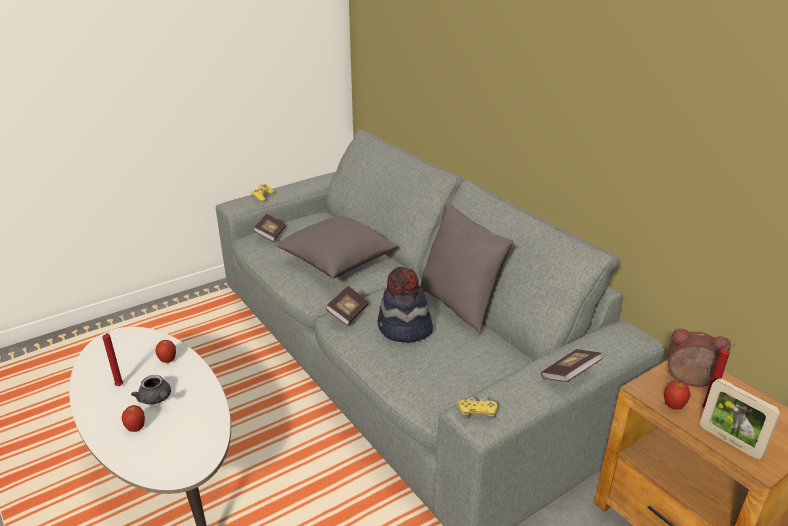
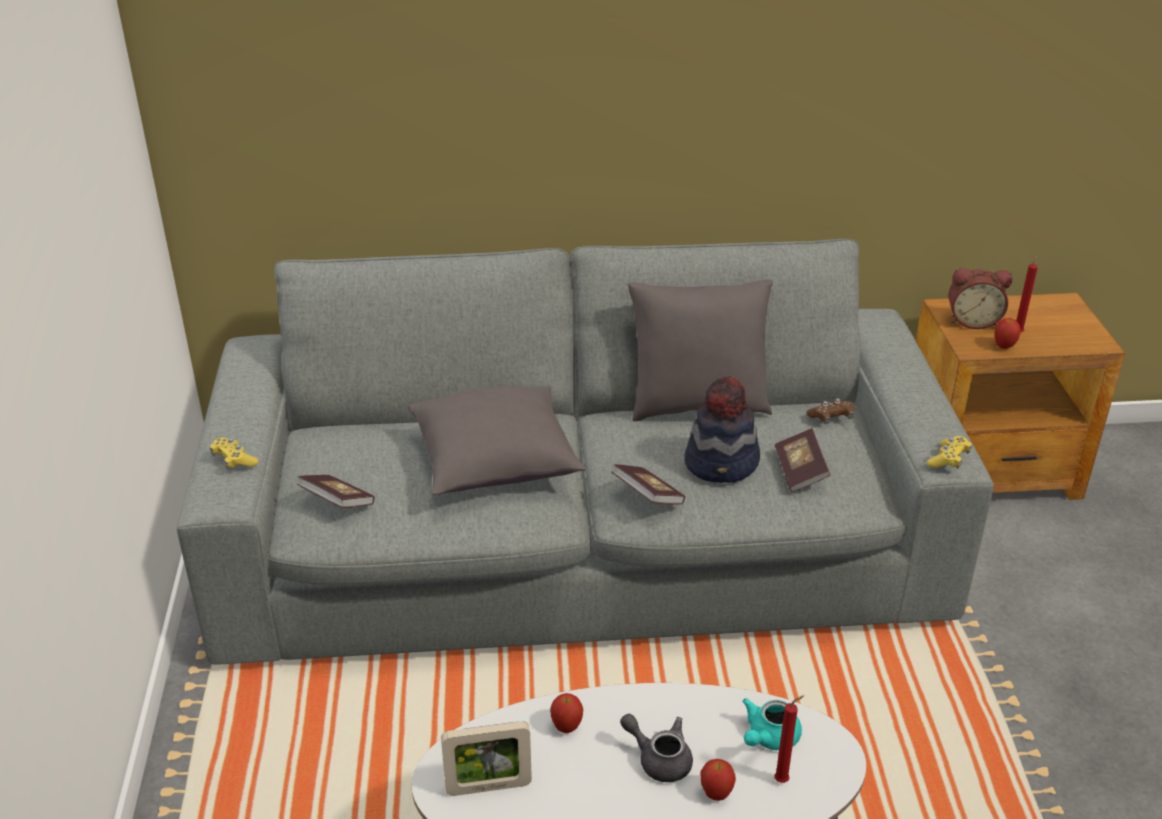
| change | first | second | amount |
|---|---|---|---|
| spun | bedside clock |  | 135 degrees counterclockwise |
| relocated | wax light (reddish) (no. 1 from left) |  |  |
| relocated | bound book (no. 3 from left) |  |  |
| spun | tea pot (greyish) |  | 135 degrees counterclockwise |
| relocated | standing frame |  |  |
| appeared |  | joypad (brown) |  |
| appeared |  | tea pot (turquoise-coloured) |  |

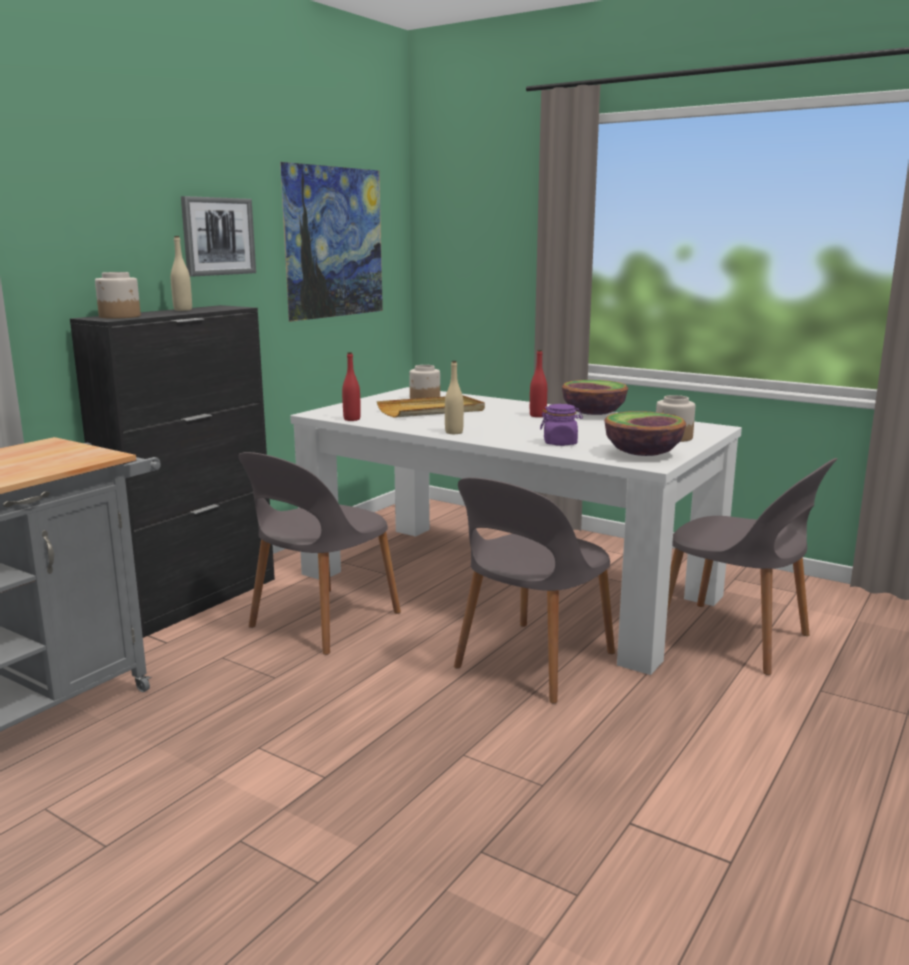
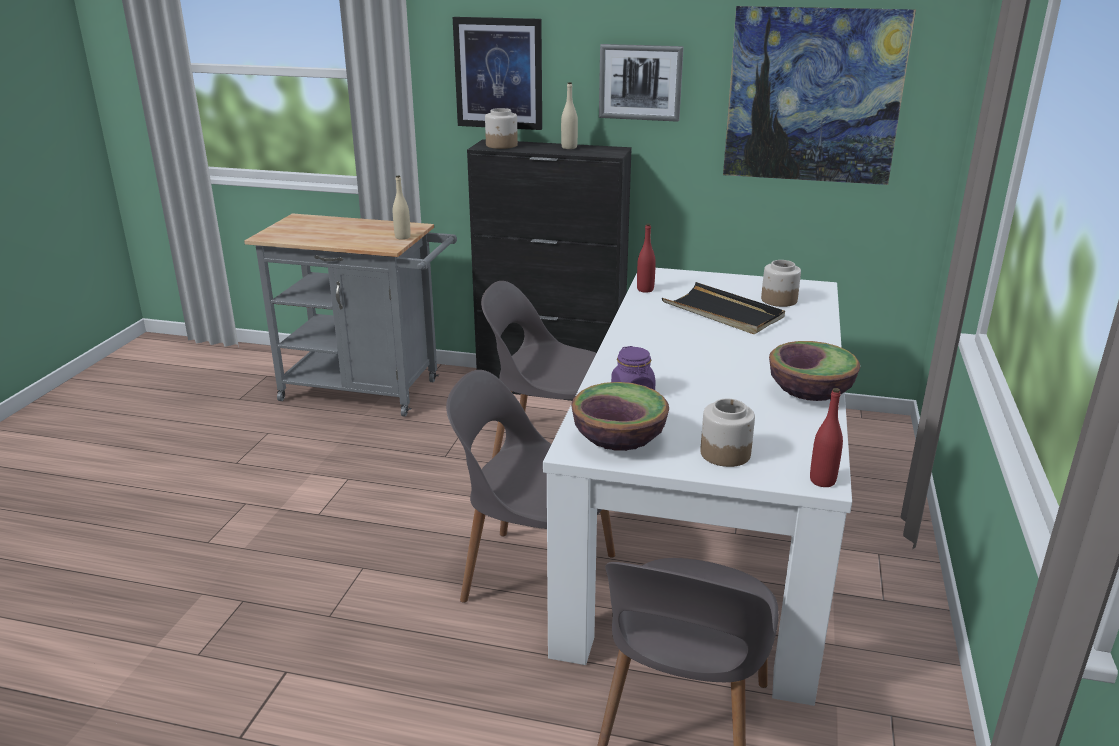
| change | first | second | amount |
|---|---|---|---|
| relocated | beverage bottle (reddish) (no. 2 from left) |  |  |
| relocated | beverage bottle (sand-coloured) (no. 2 from left in the first image) | beverage bottle (sand-coloured) (no. 1 from left) |  |
| colour | tray (sand-coloured) | tray (black-coloured) |  |
| appeared |  | wall art (no. 1 from left) |  |

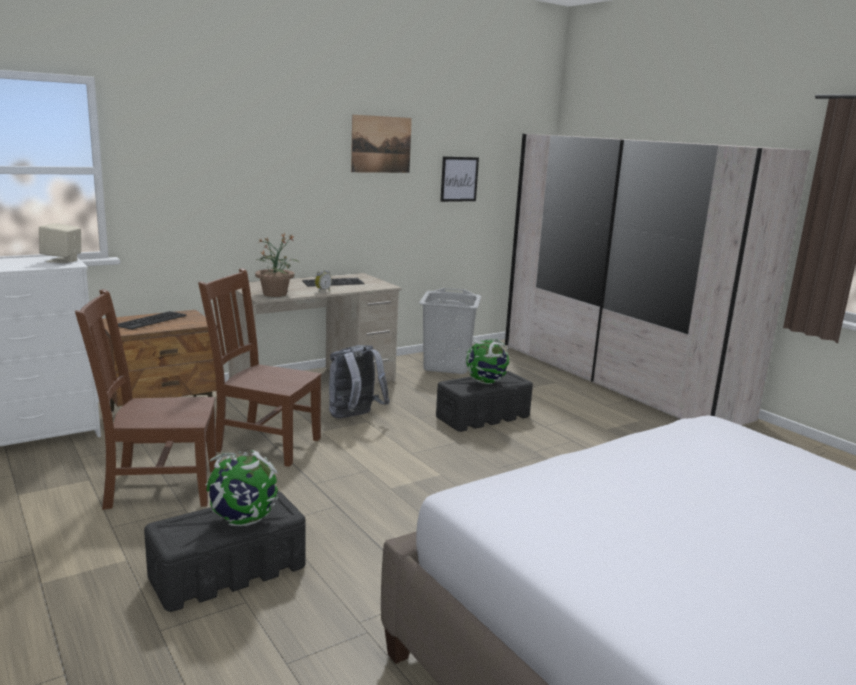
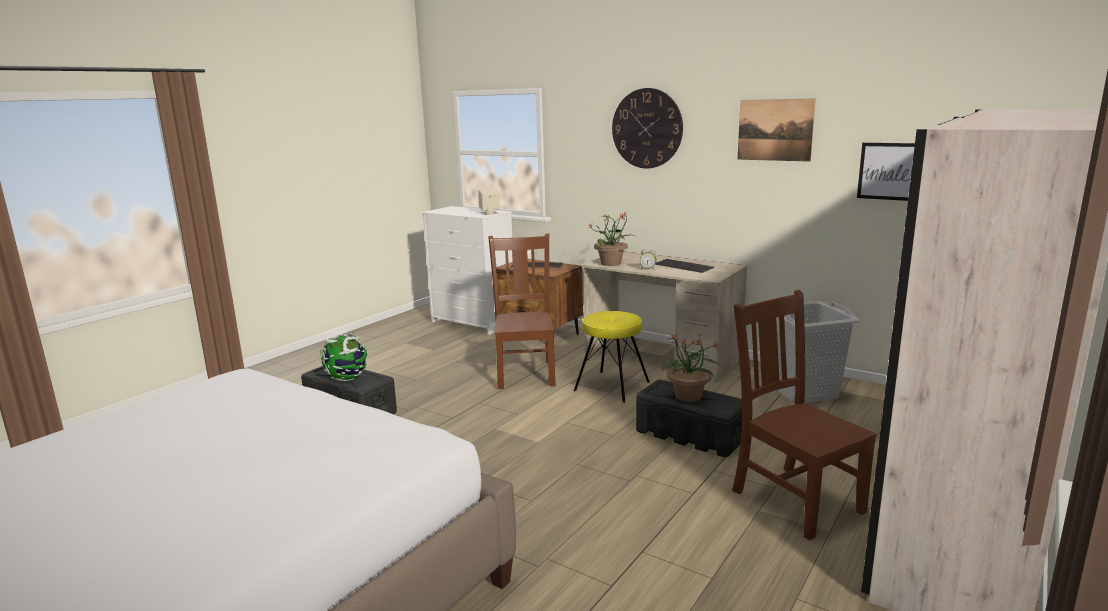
| change | first | second | amount |
|---|---|---|---|
| relocated | plain chair (brown) (no. 1 from left in the first image) | plain chair (brown) (no. 2 from left) |  |
| exchanged | world globe (no. 2 from left) | houseplant (no. 2 from left) |  |
| exchanged | backpack (greyish) | stool (yellow) |  |
| appeared |  | clock on the wall |  |

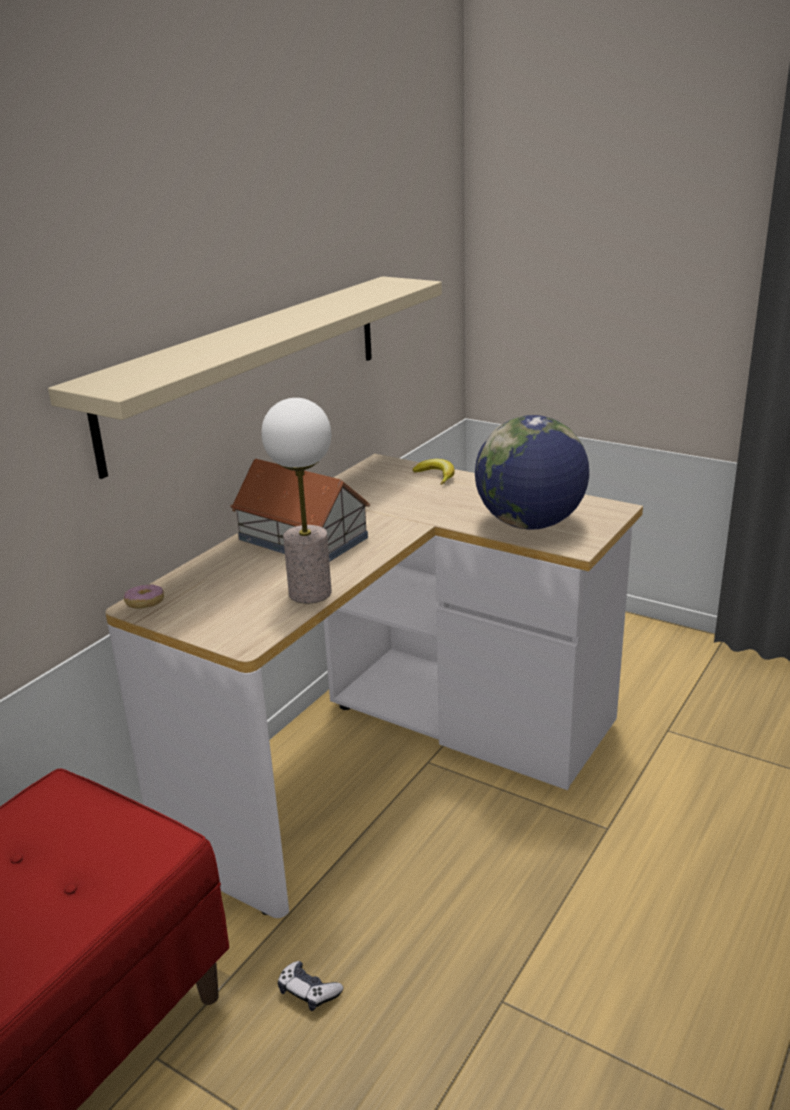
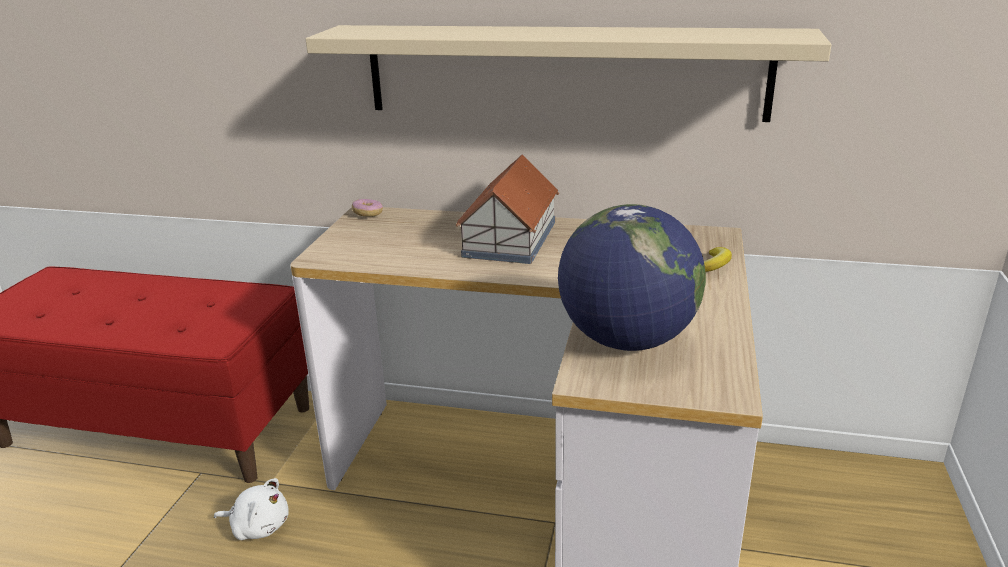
| change | first | second | amount |
|---|---|---|---|
| missing | lamp for a table |  |  |
| exchanged | joypad | soft toy (white) |  |

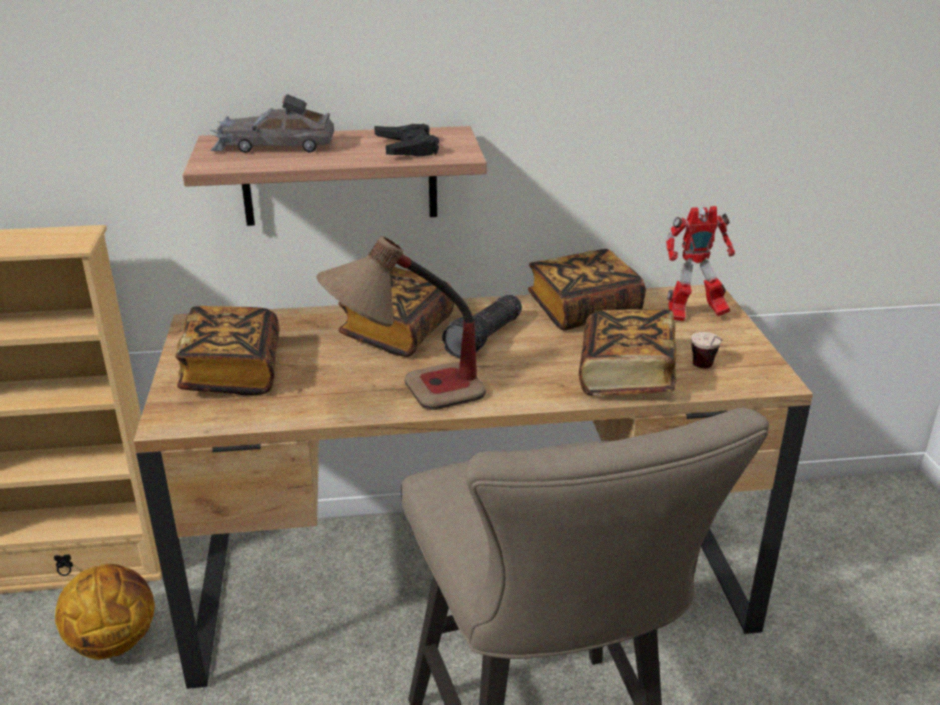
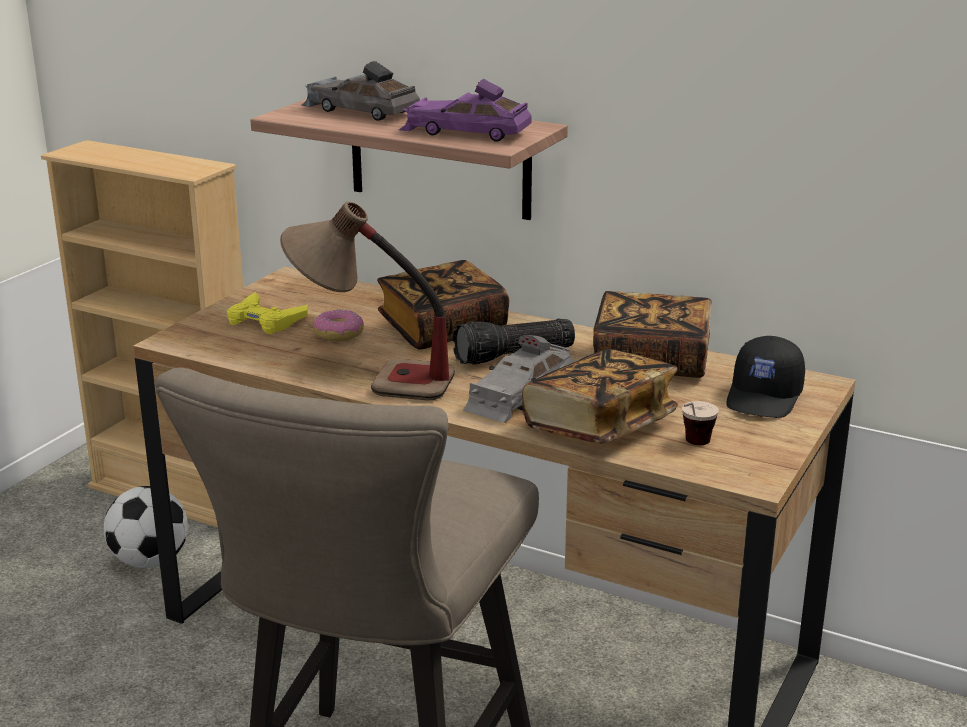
| change | first | second | amount |
|---|---|---|---|
| exchanged | joypad (black-coloured) | miniature car (purplish) |  |
| exchanged | model robot | peaked cap (black-coloured) |  |
| exchanged | bound book (no. 1 from left) | joypad (yellow) |  |
| exchanged | basketball | ball for football |  |
| appeared |  | doughnut |  |
| appeared |  | miniature car (greyish) (no. 2 from left) |  |

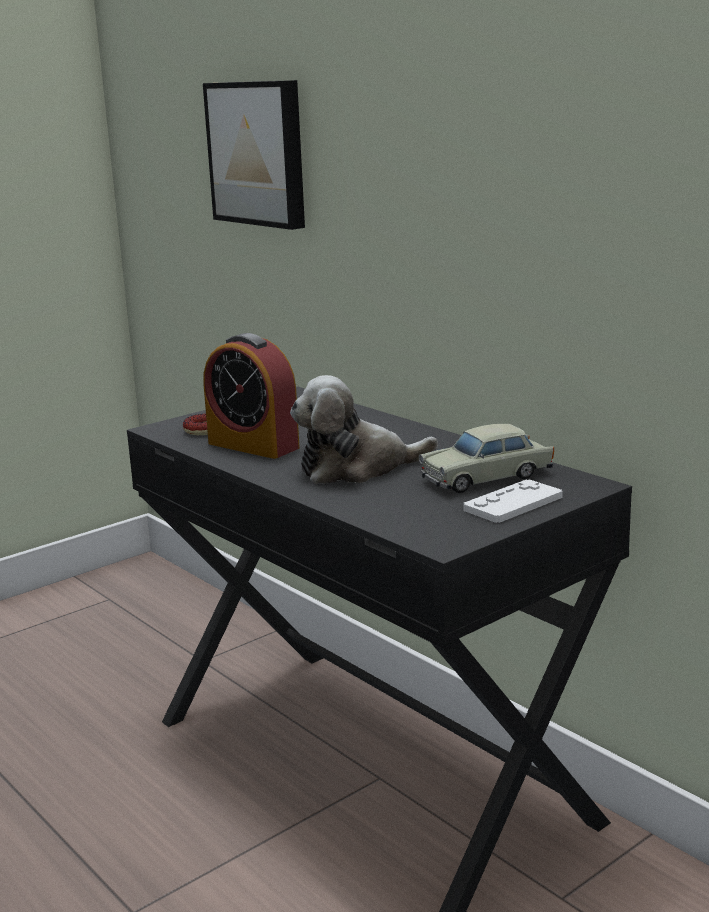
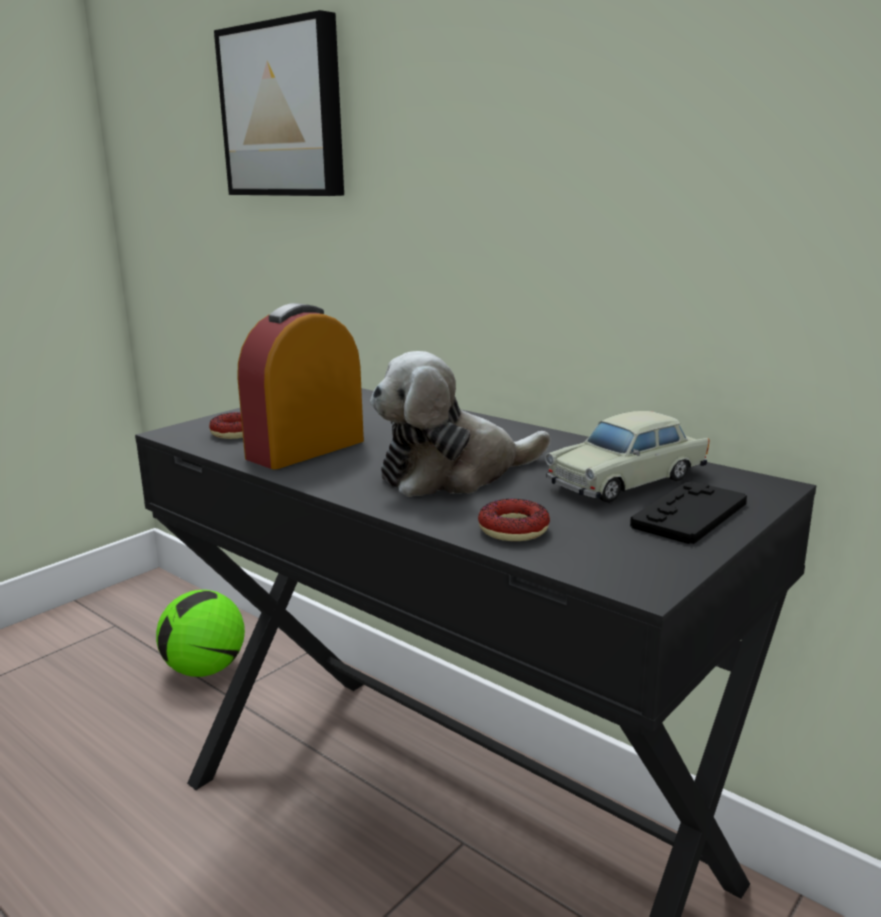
| change | first | second | amount |
|---|---|---|---|
| spun | bedside clock |  | 105 degrees clockwise |
| colour | joypad (white) | joypad (black-coloured) |  |
| appeared |  | doughnut (no. 2 from left) |  |
| appeared |  | ball for football |  |

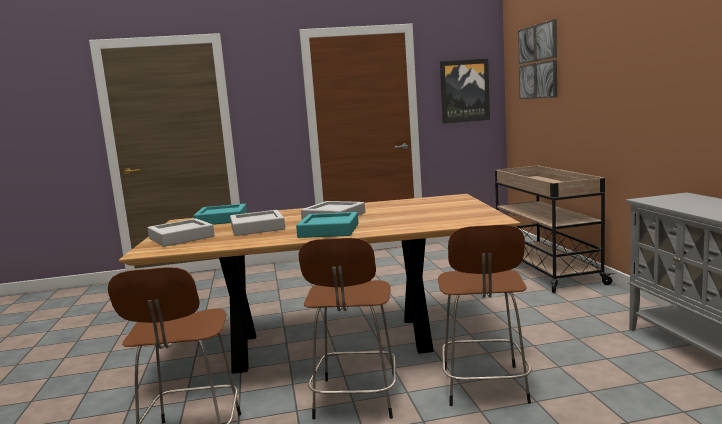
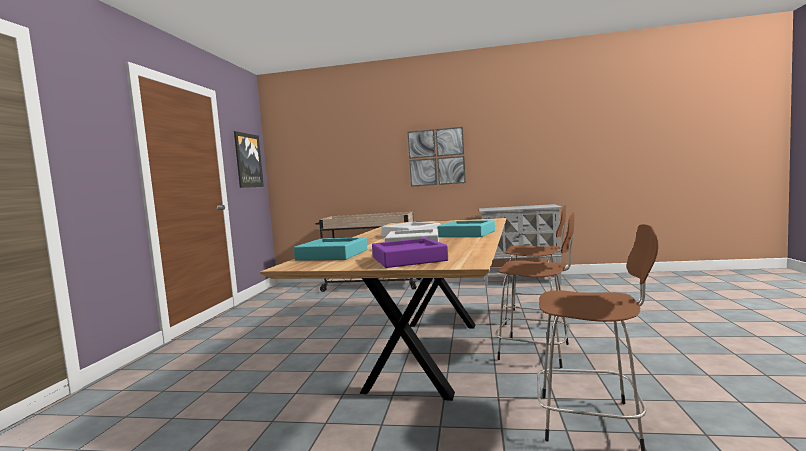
| change | first | second | amount |
|---|---|---|---|
| relocated | wall art (no. 2 from left) |  |  |
| colour | tray (greyish) (no. 1 from left) | tray (purplish) |  |

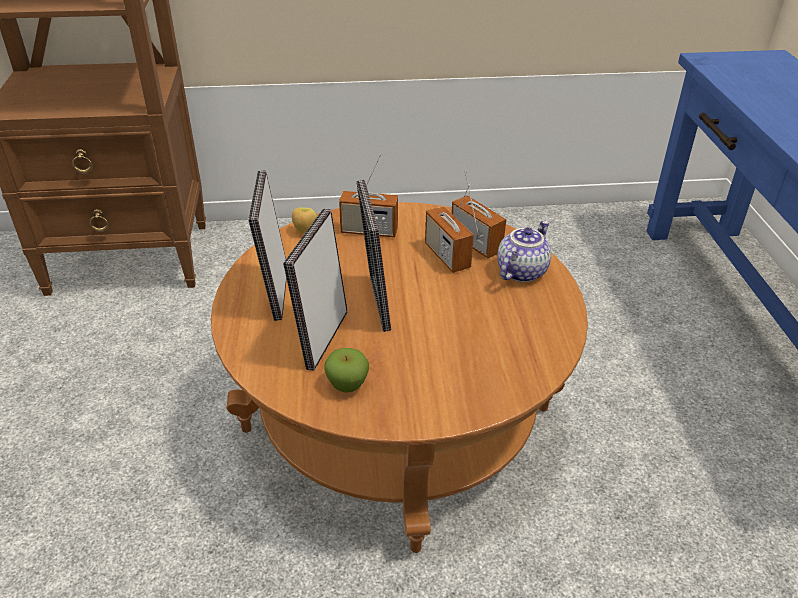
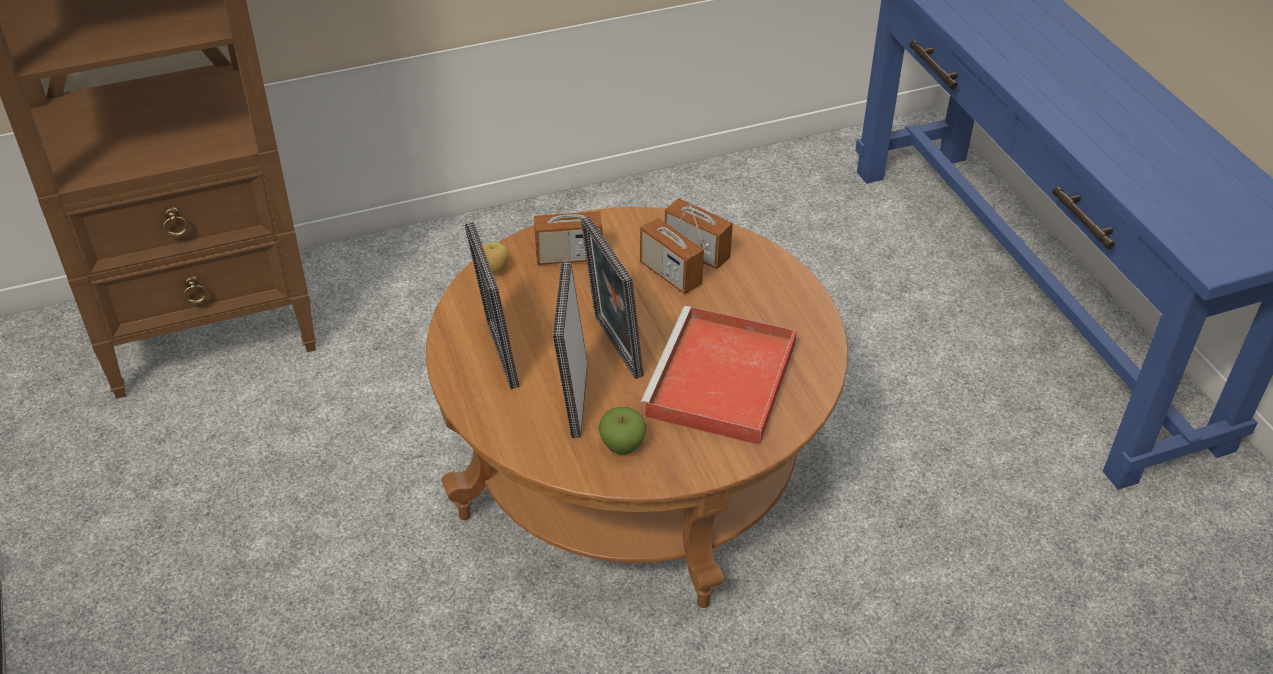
| change | first | second | amount |
|---|---|---|---|
| missing | tea pot |  |  |
| appeared |  | tray (reddish) |  |

